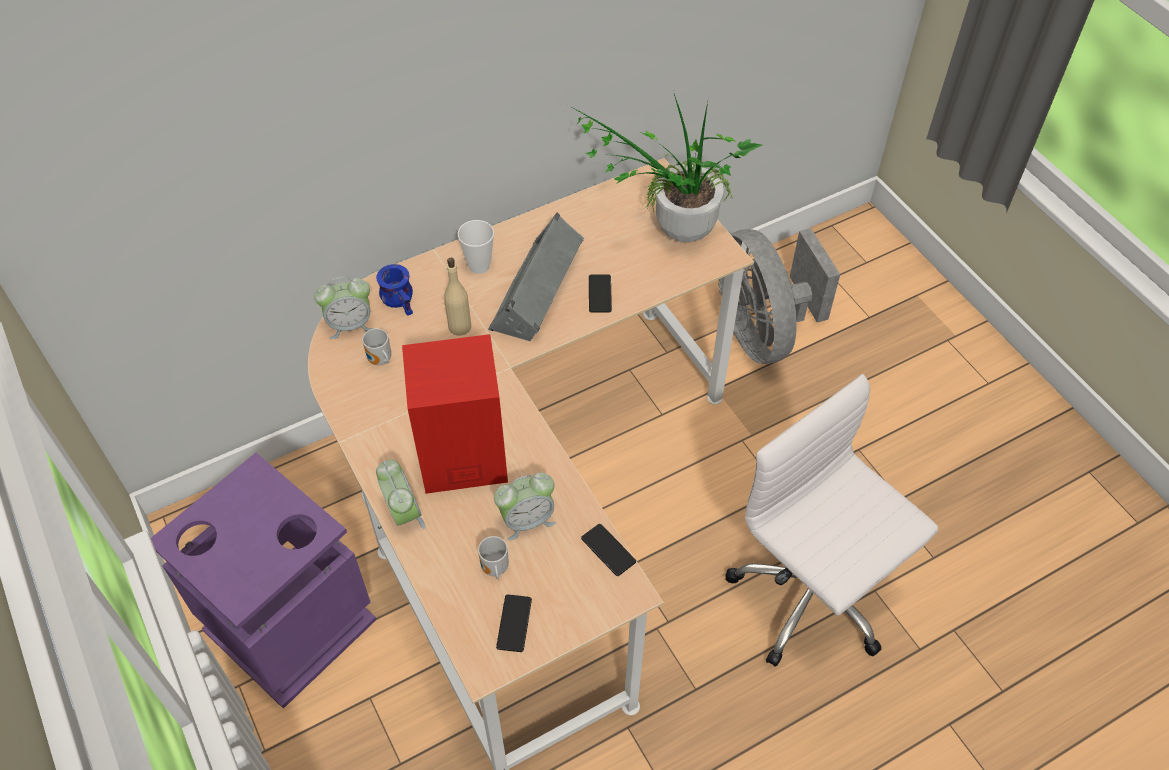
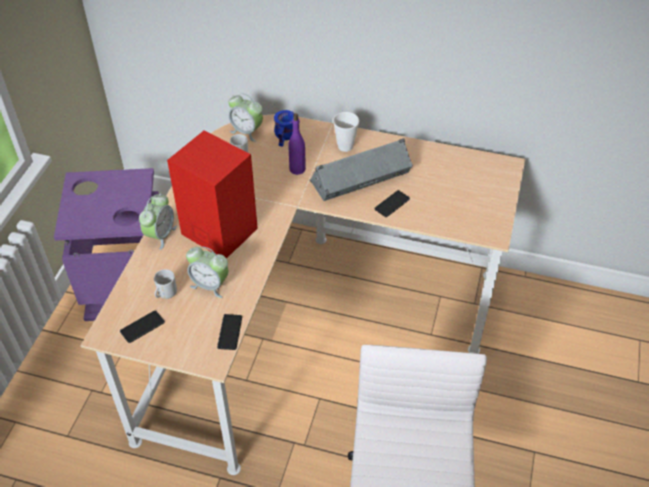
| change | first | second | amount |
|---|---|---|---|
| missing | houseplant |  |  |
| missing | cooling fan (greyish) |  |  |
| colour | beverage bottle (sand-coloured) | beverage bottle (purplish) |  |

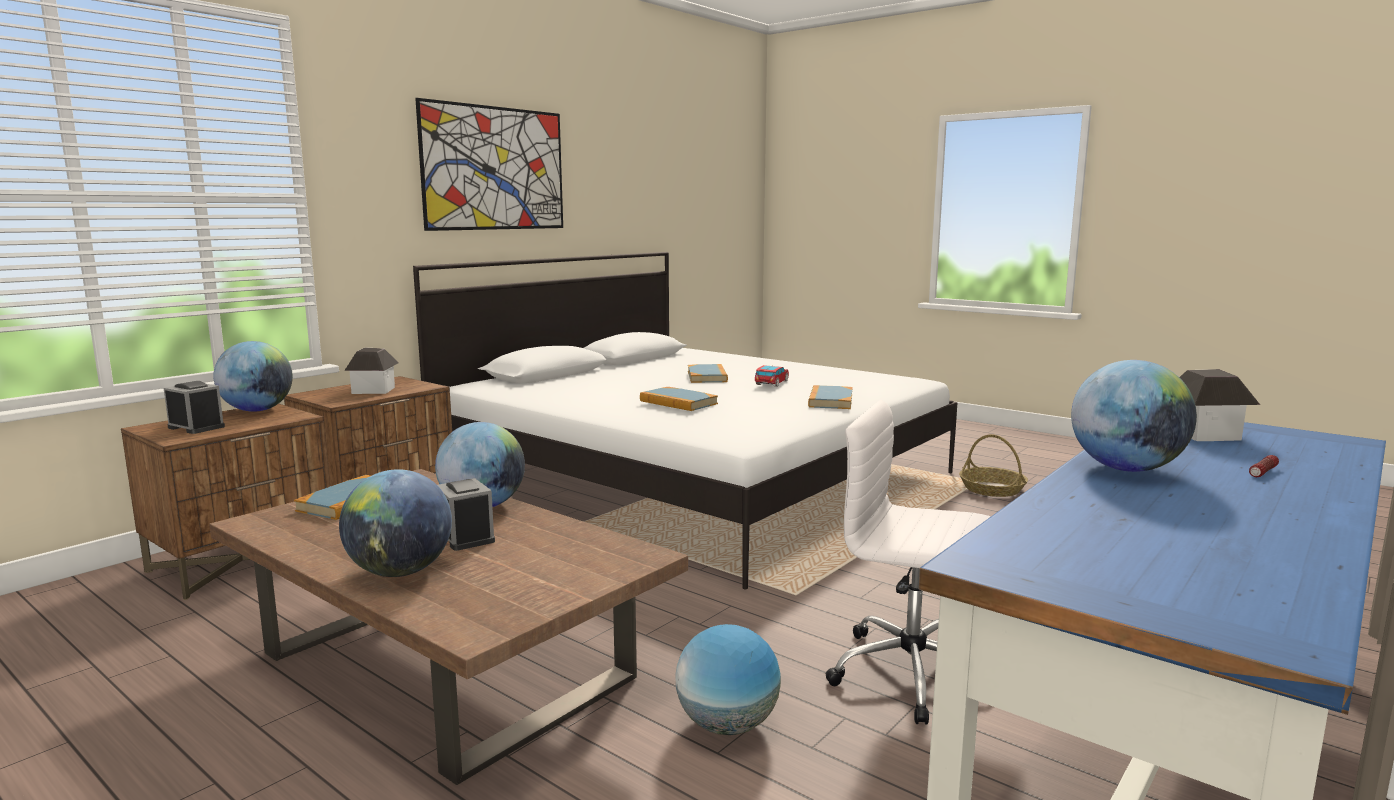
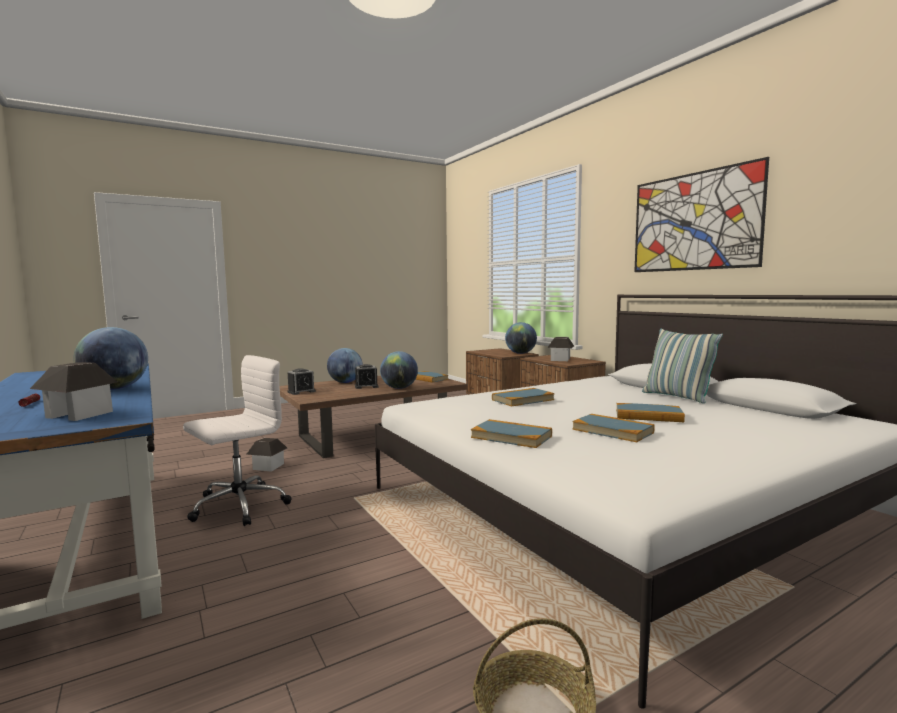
| change | first | second | amount |
|---|---|---|---|
| exchanged | miniature car | bound book (no. 4 from left) |  |
| relocated | bedside clock (no. 1 from left) |  |  |
| exchanged | world globe (no. 4 from left) | toy house (no. 2 from left) |  |
| appeared |  | pillow |  |

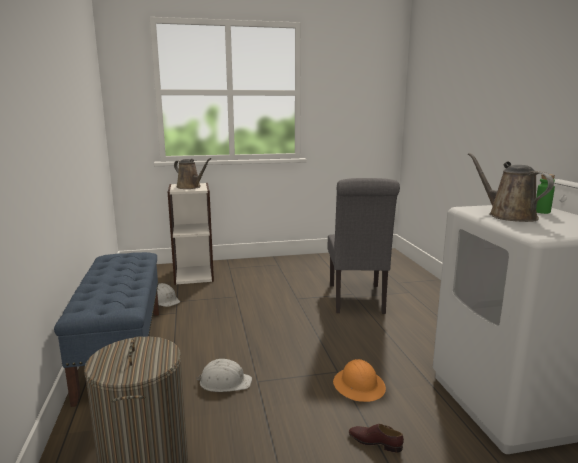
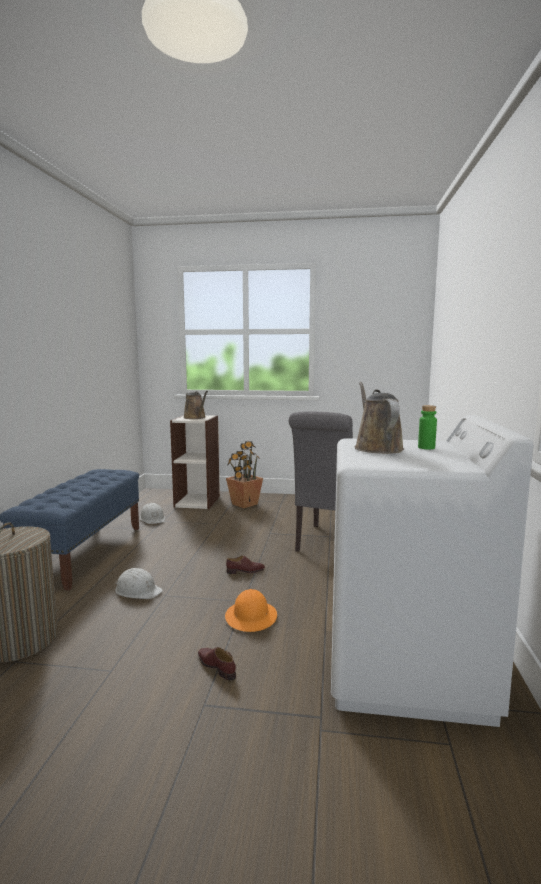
| change | first | second | amount |
|---|---|---|---|
| appeared |  | houseplant |  |
| appeared |  | item of footwear (brown) (no. 2 from left) |  |

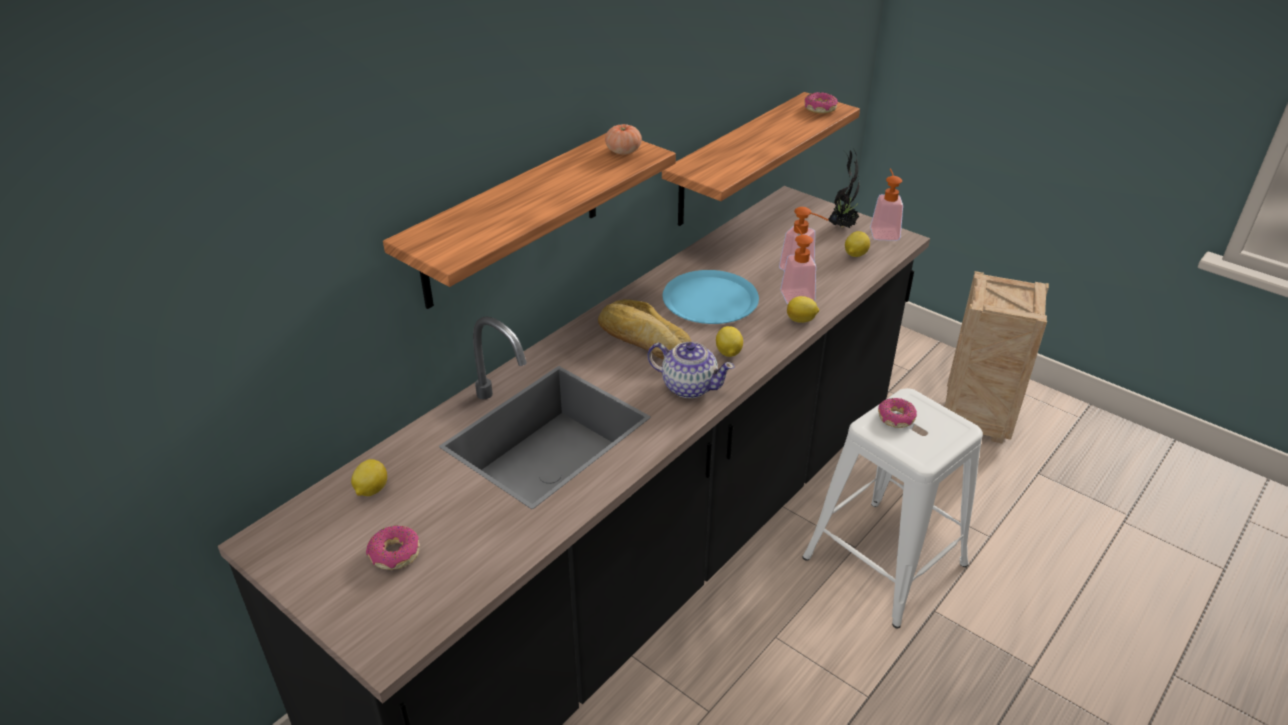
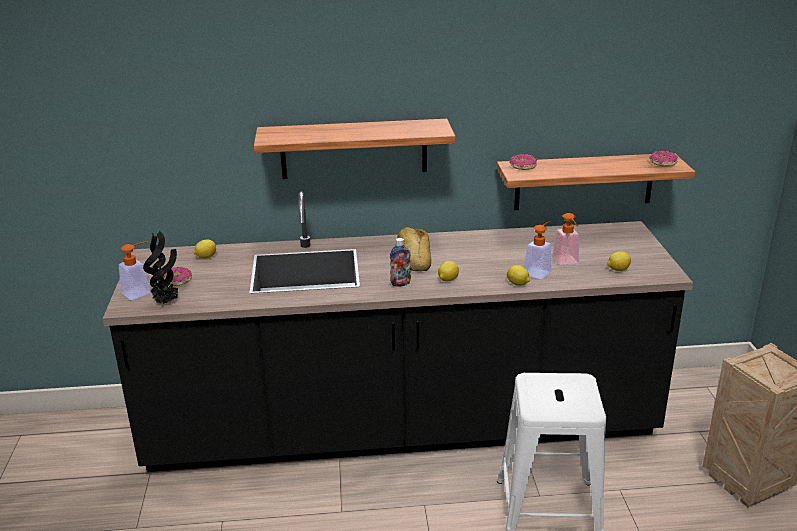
| change | first | second | amount |
|---|---|---|---|
| missing | whole tomato |  |  |
| relocated | houseplant |  |  |
| relocated | soap dispenser (no. 3 from left in the first image) | soap dispenser (no. 1 from left) |  |
| missing | plate (blue-coloured) |  |  |
| exchanged | tea pot | beverage bottle |  |
| relocated | doughnut (no. 3 from left in the first image) | doughnut (no. 2 from left) |  |

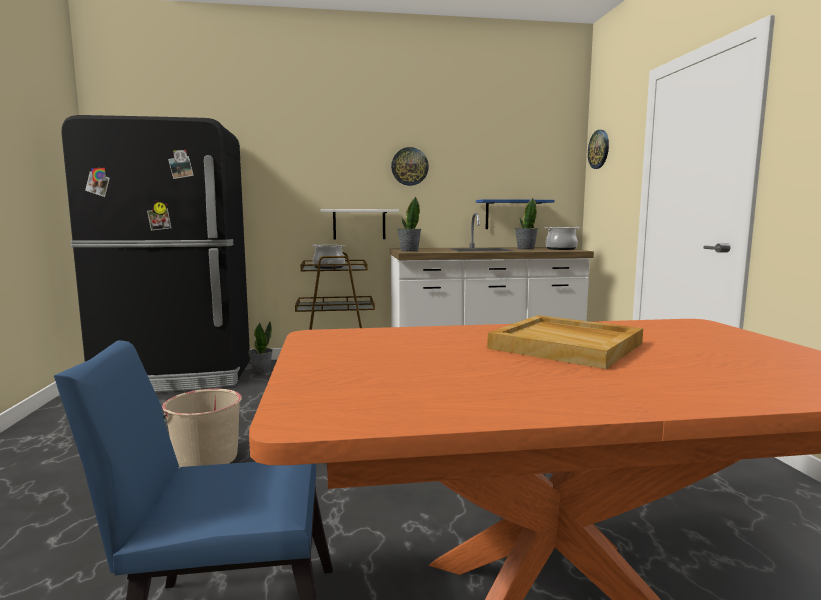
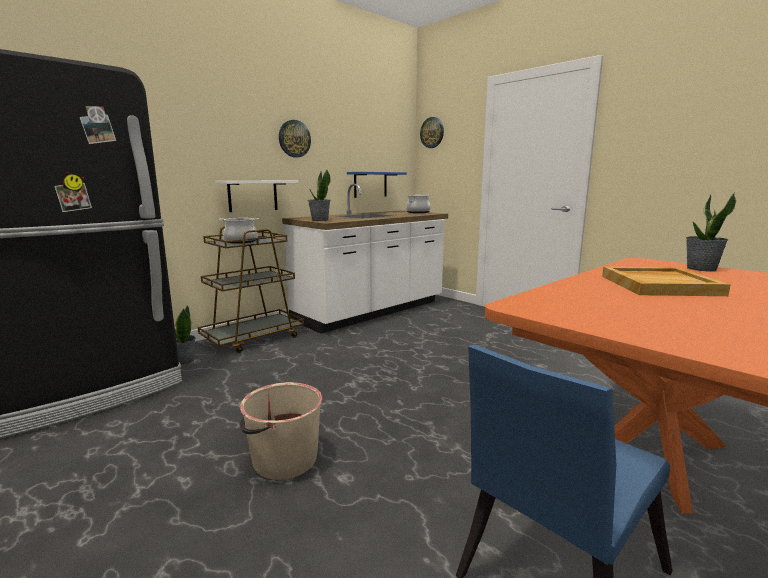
| change | first | second | amount |
|---|---|---|---|
| relocated | houseplant (no. 3 from left) |  |  |

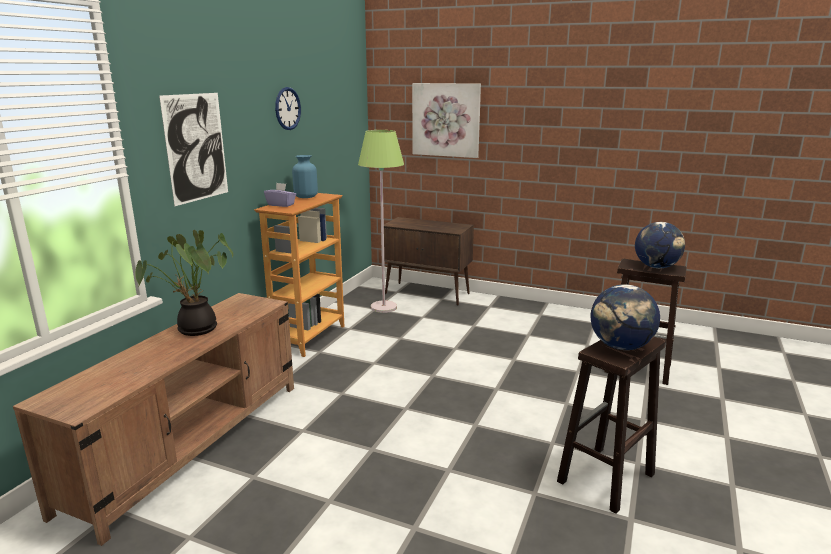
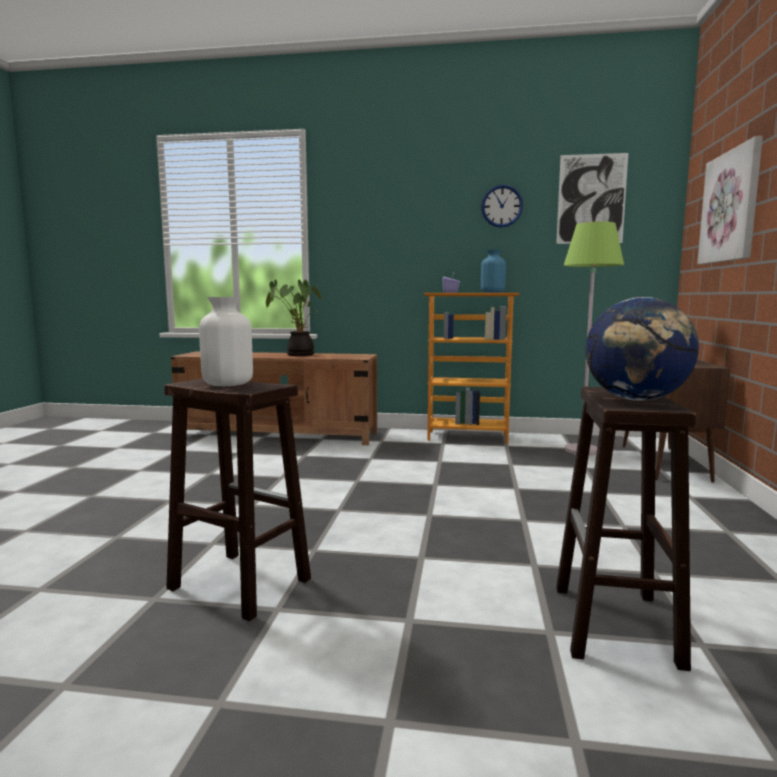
| change | first | second | amount |
|---|---|---|---|
| relocated | wall art (no. 1 from left) |  |  |
| exchanged | world globe (no. 1 from left) | vase (white) |  |

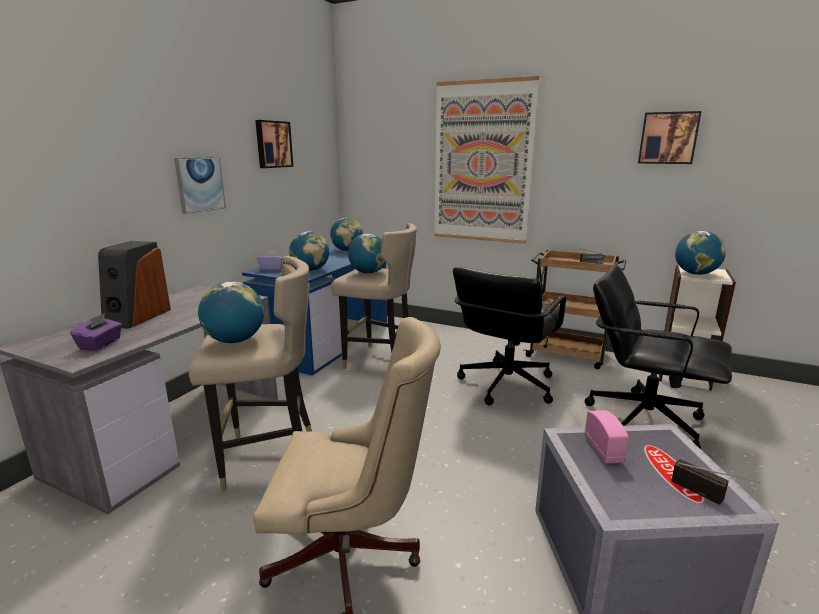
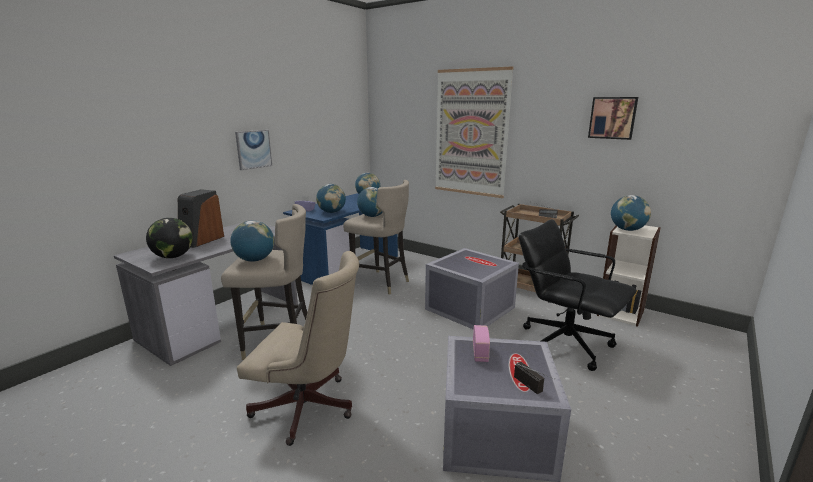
| change | first | second | amount |
|---|---|---|---|
| missing | wall art (no. 2 from left) |  |  |
| exchanged | computer chair (black-coloured) (no. 1 from left) | storage bin (greyish) (no. 1 from left) |  |
| exchanged | tissue box (purplish) (no. 1 from left) | world globe (no. 1 from left) |  |

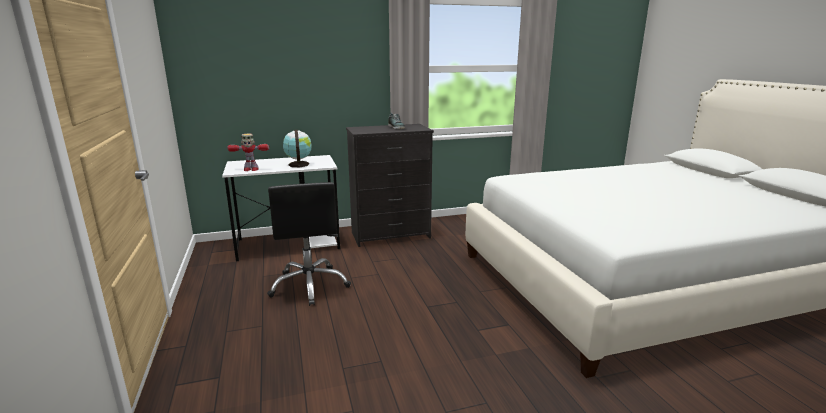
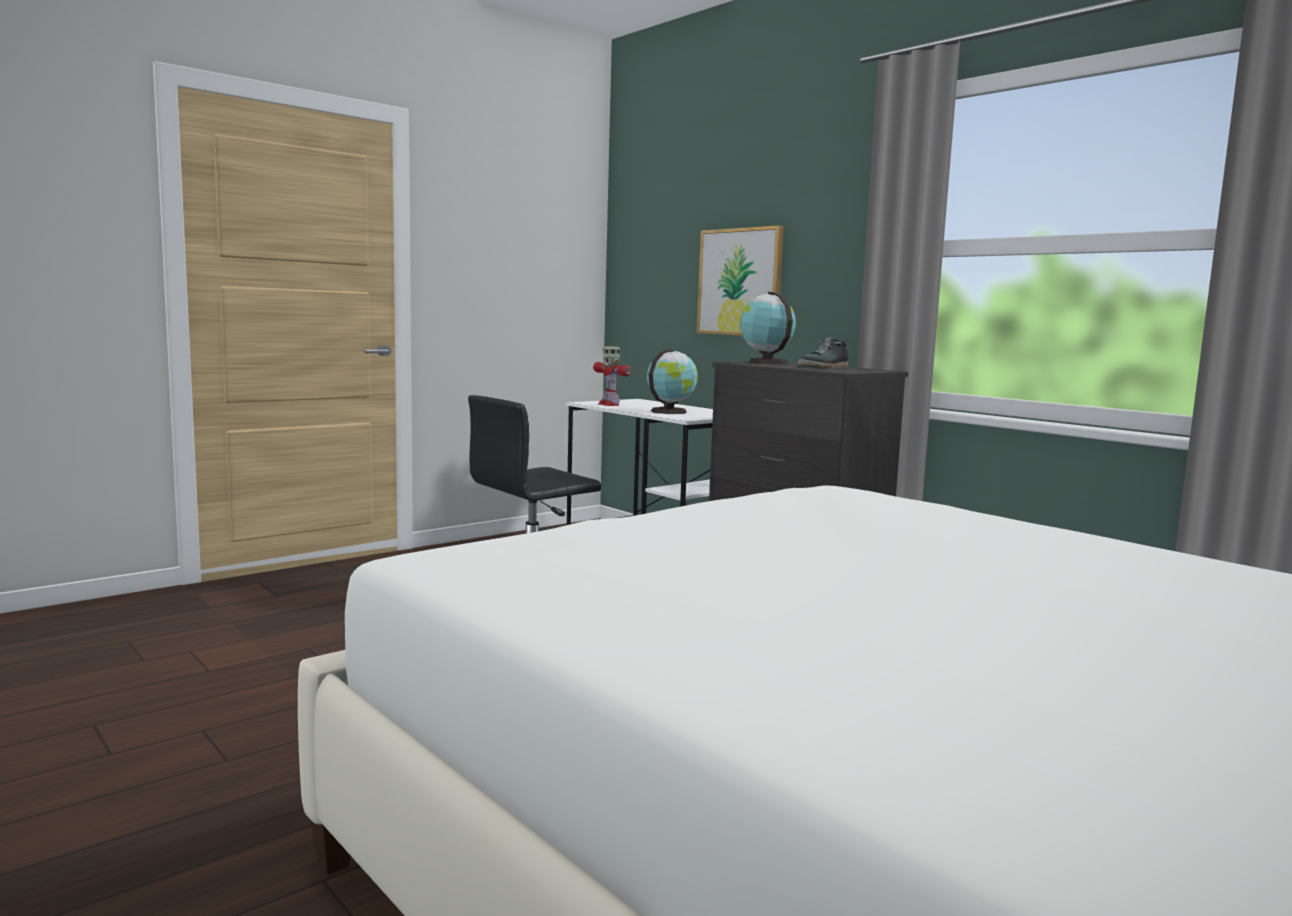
| change | first | second | amount |
|---|---|---|---|
| appeared |  | wall art |  |
| appeared |  | world globe (no. 2 from left) |  |

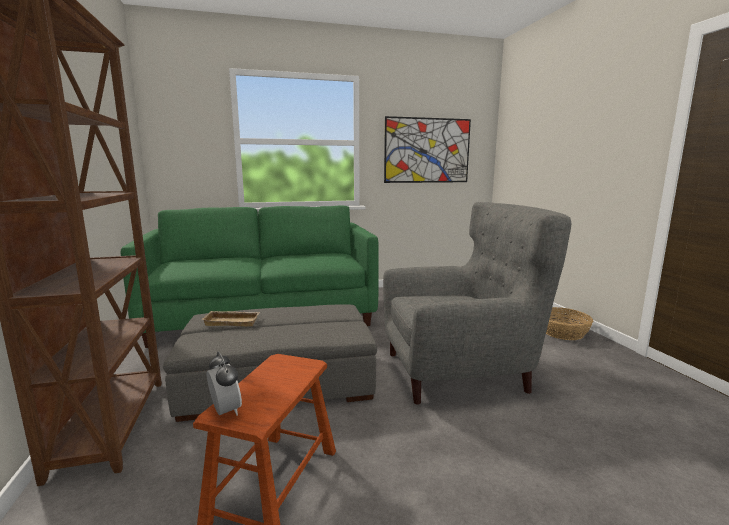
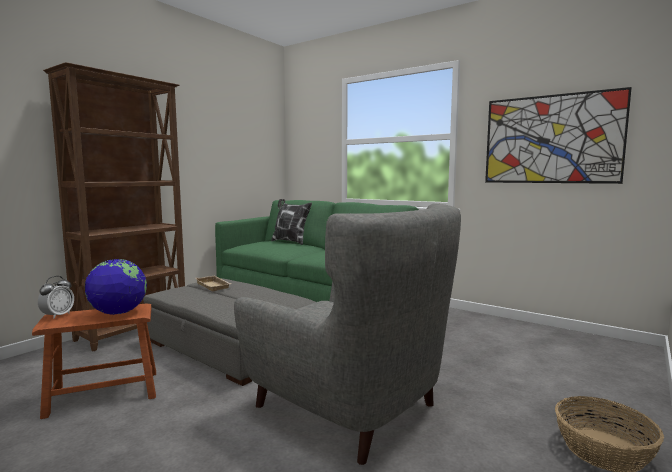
| change | first | second | amount |
|---|---|---|---|
| appeared |  | pillow |  |
| appeared |  | world globe |  |

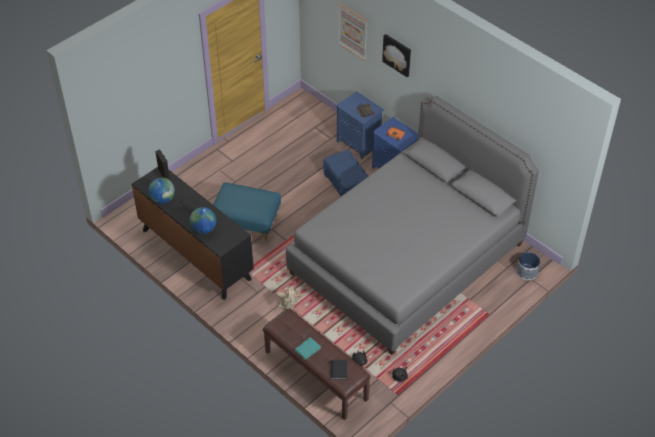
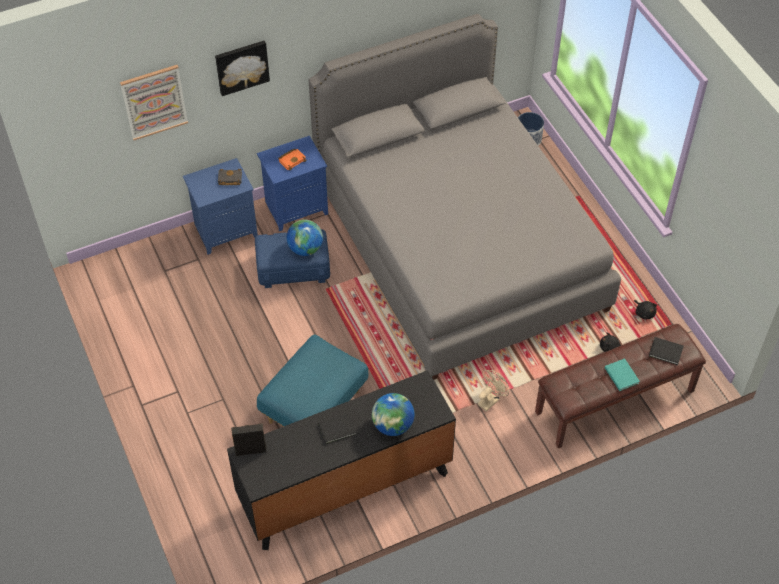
| change | first | second | amount |
|---|---|---|---|
| relocated | world globe (no. 1 from left) |  |  |

